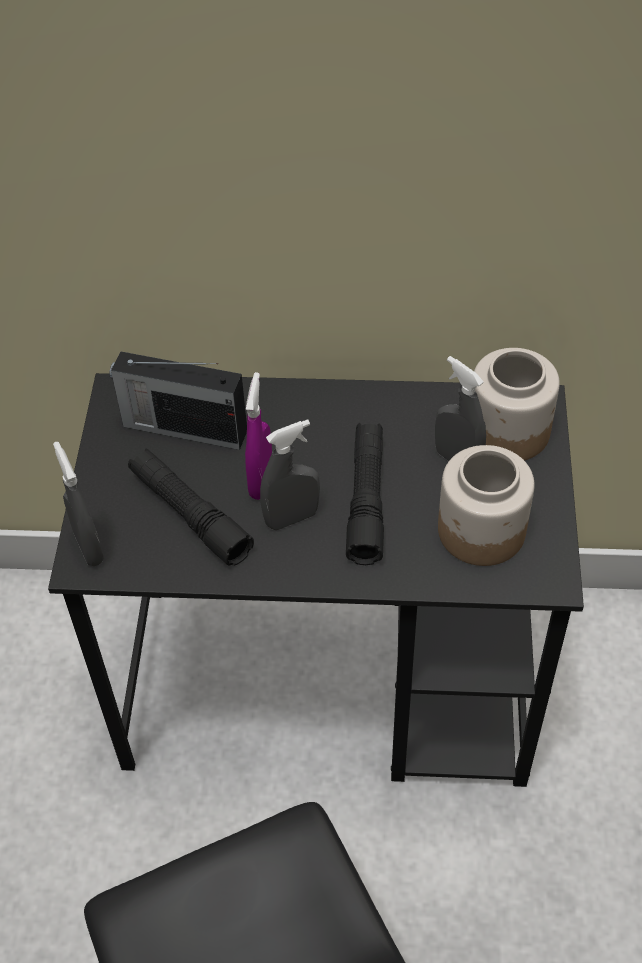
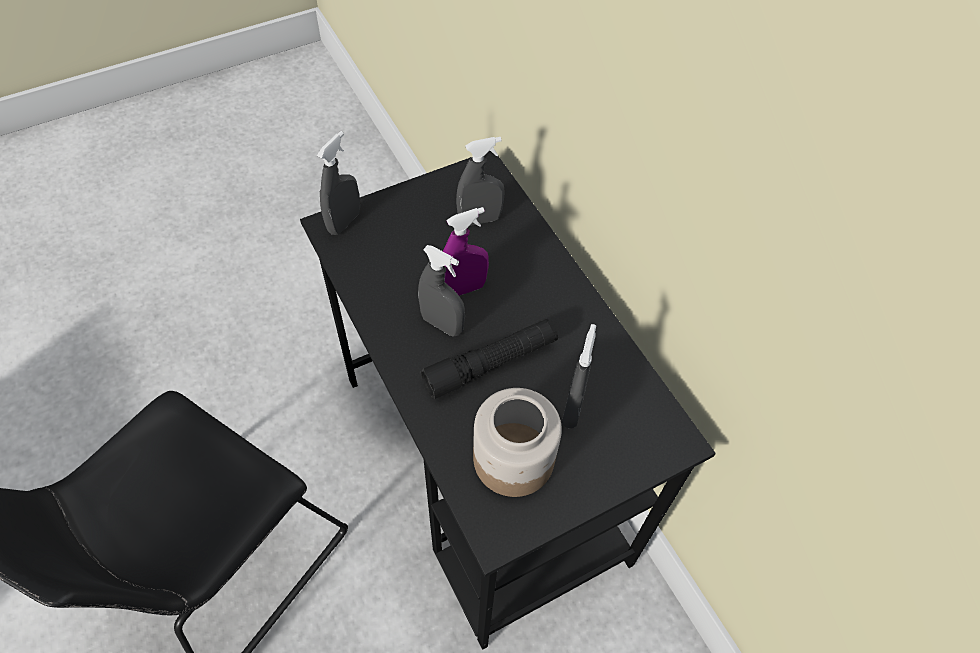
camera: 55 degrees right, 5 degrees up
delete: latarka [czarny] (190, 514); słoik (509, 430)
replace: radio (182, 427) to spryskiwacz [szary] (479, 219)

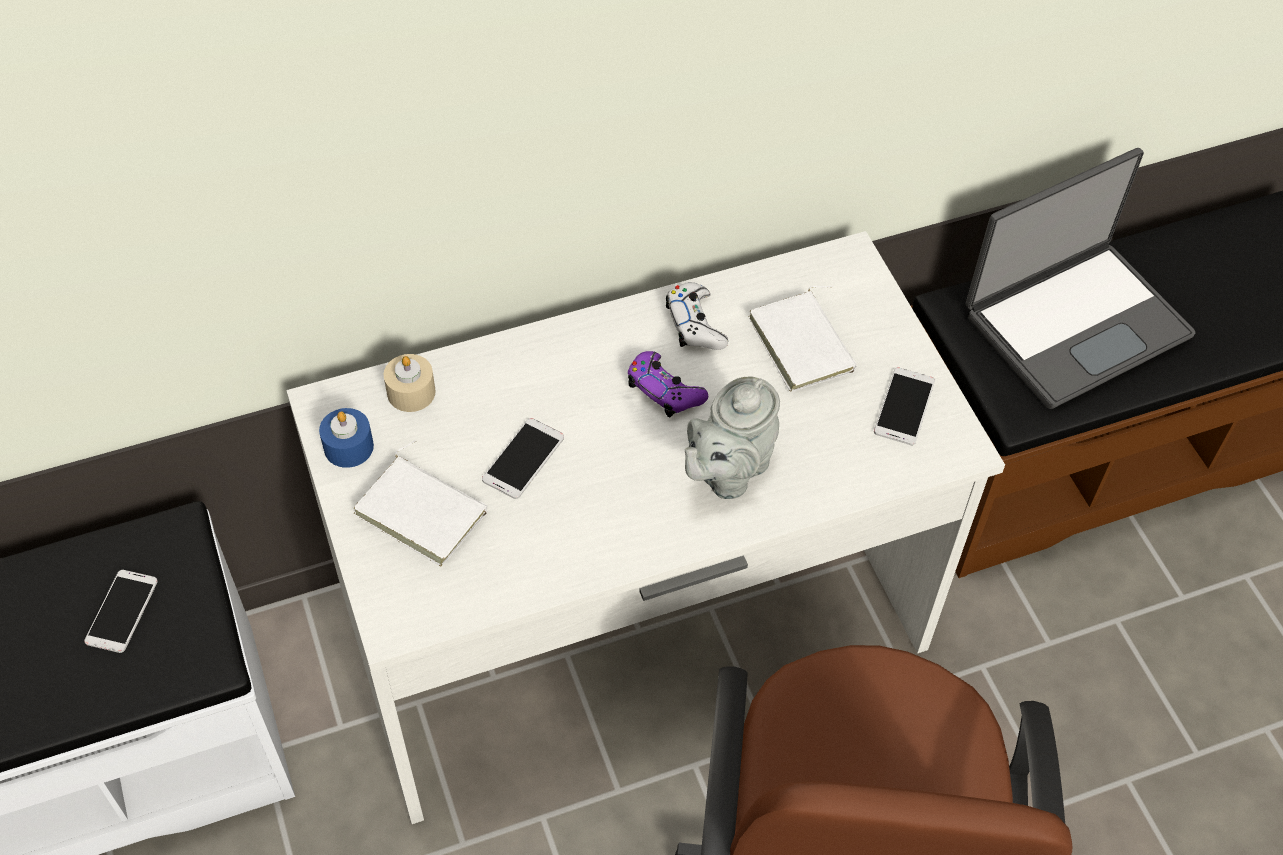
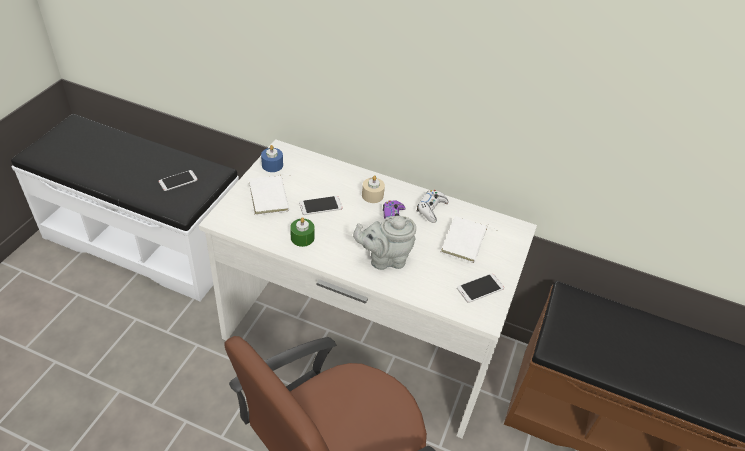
camera: 40 degrees right, 10 degrees down
delete: laptop (1074, 323)
insert: świeca [zielony] (302, 238)
move: świeca [beżowy] (411, 392) to (372, 195)

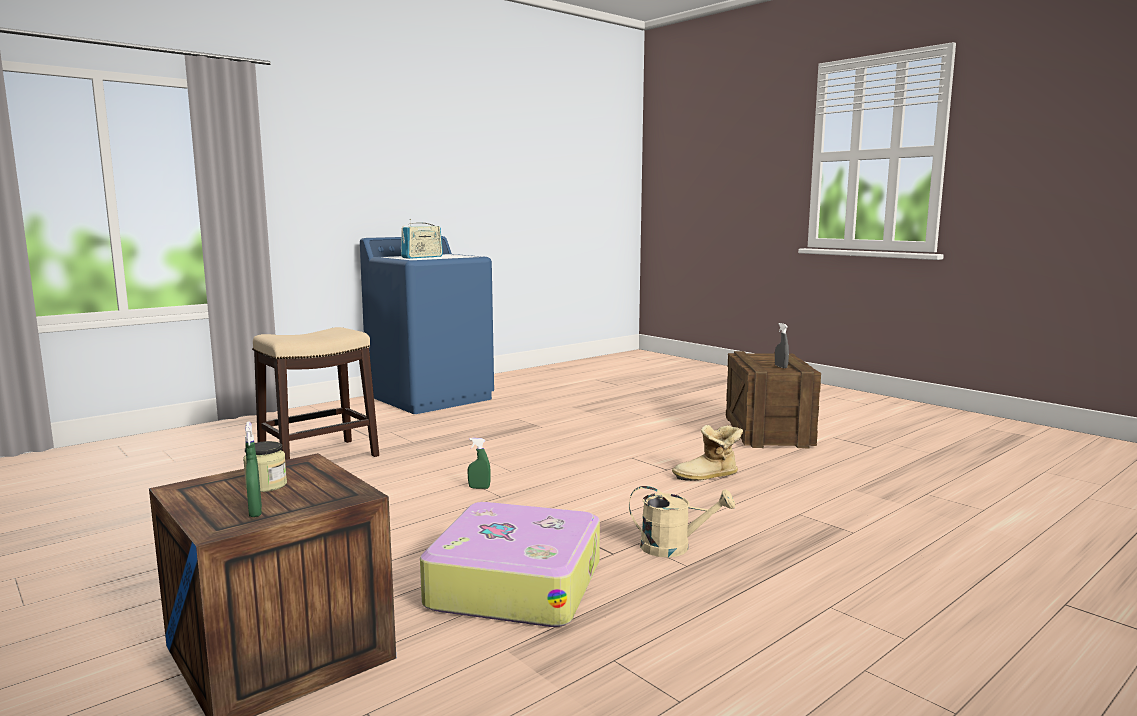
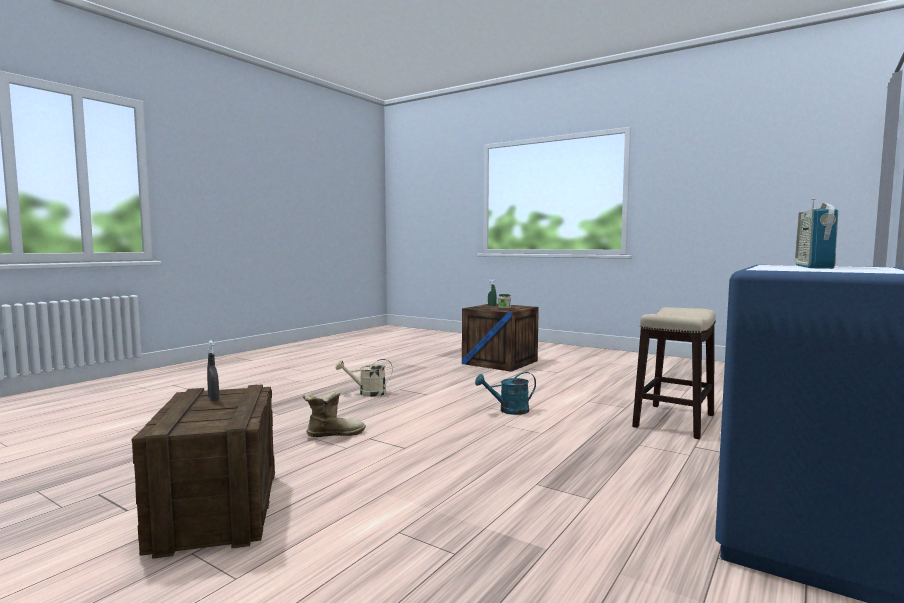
camera: 165 degrees right, 5 degrees down
delete: walizka (515, 583)
replace: spryskiwacz [zielony] (479, 488) to konewka [turkusowy] (508, 411)

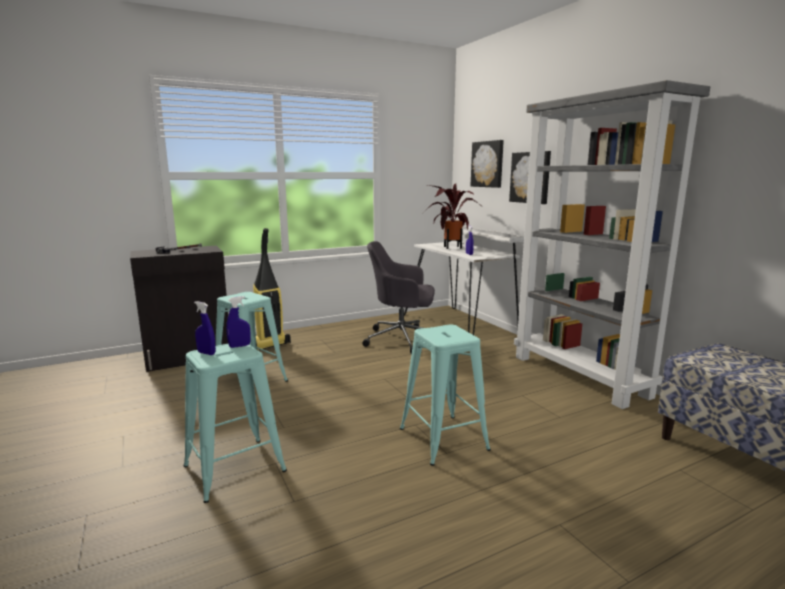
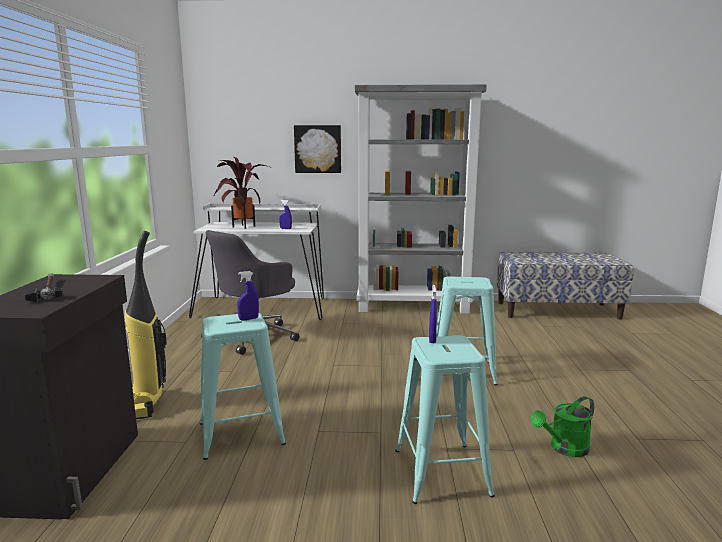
camera: 60 degrees left, 0 degrees up
delete: obraz (488, 164)
insert: konewka [zielony] (564, 449)
move: spryskiwacz [niebieski] (206, 353) to (248, 319)

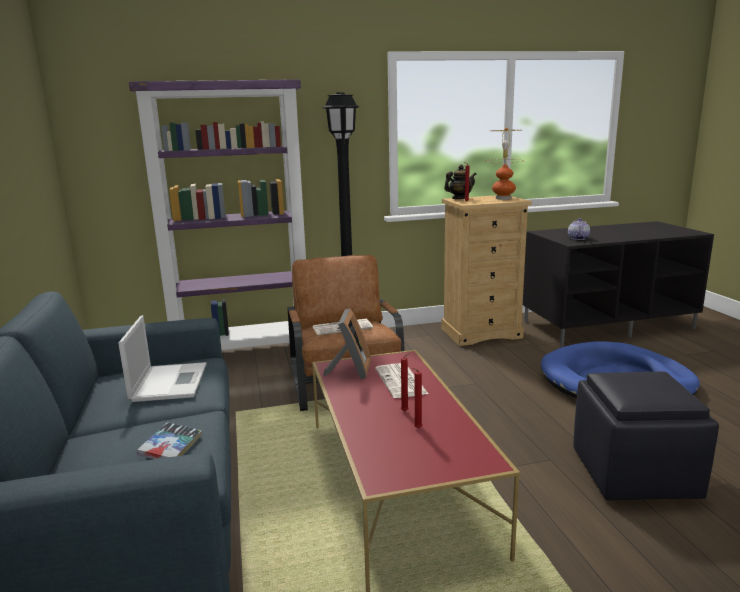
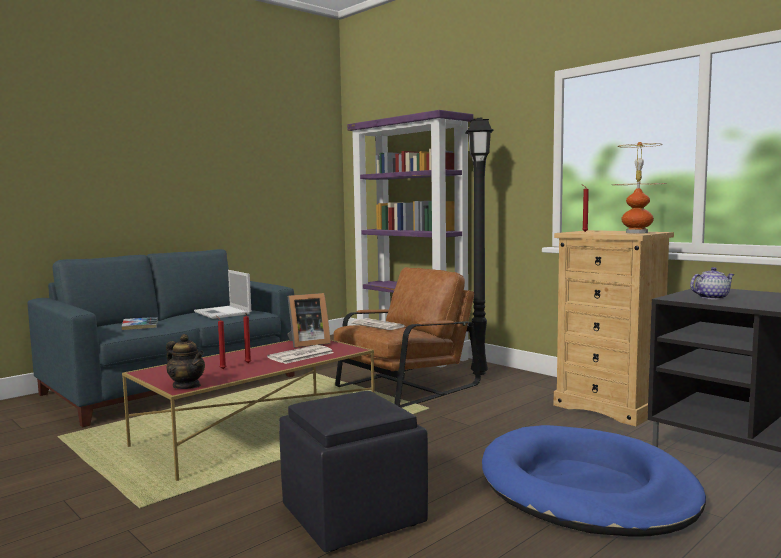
camera: 60 degrees right, 10 degrees down
move: imbryk (460, 199) to (187, 386)
rotate: laptop (169, 382) = (223, 313) 90 degrees clockwise

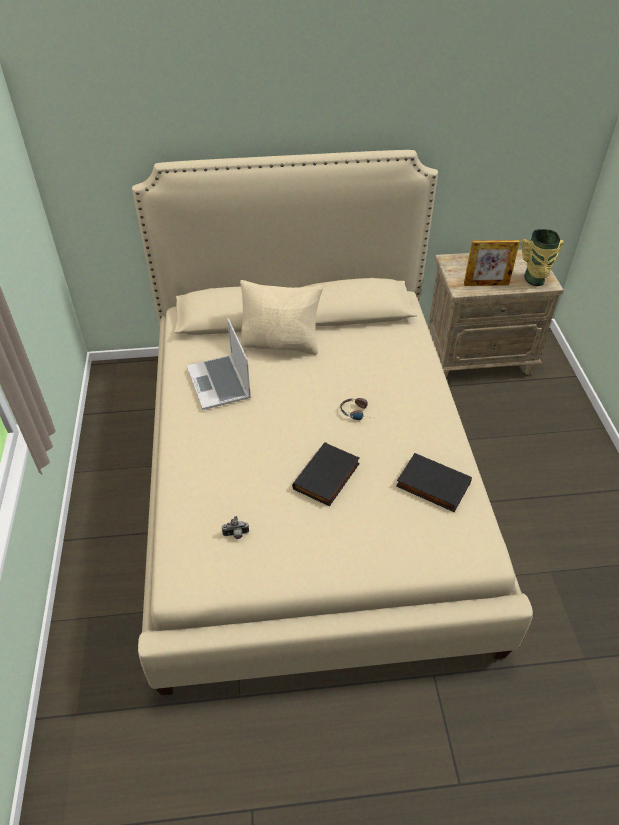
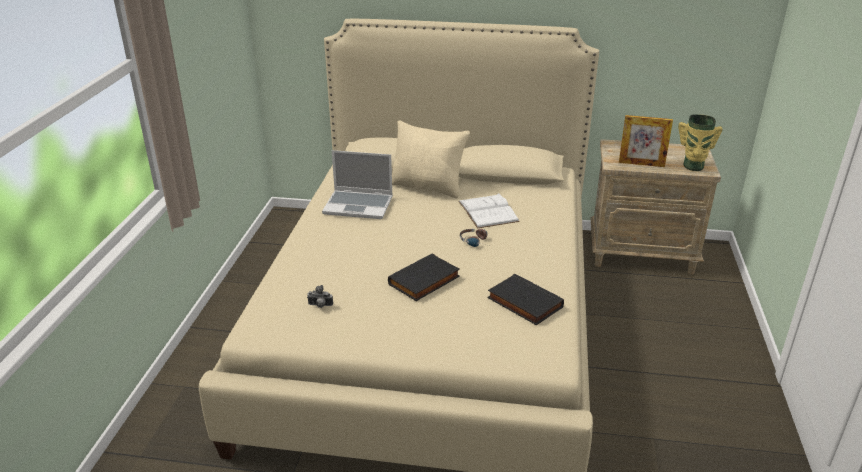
camera: 15 degrees right, 15 degrees down
insert: książka [biały] (488, 211)
rotate: laptop (220, 384) = (359, 205) 75 degrees counterclockwise

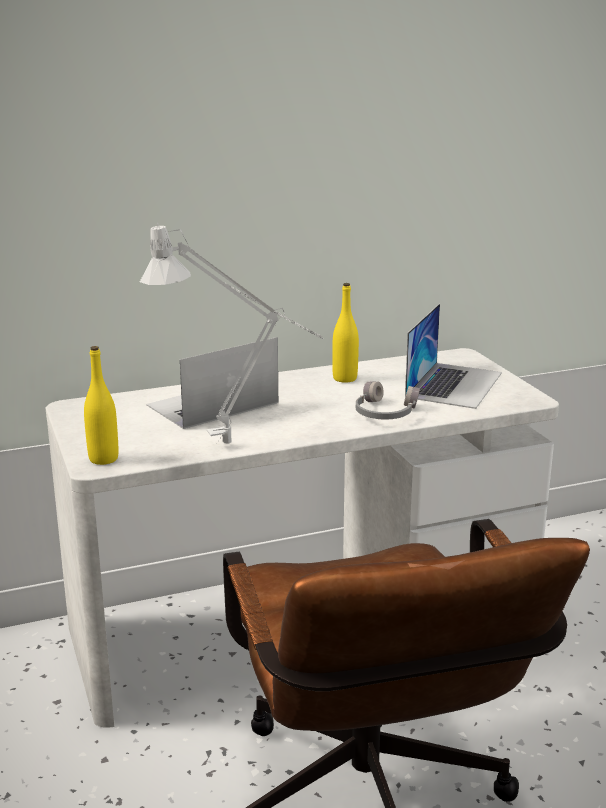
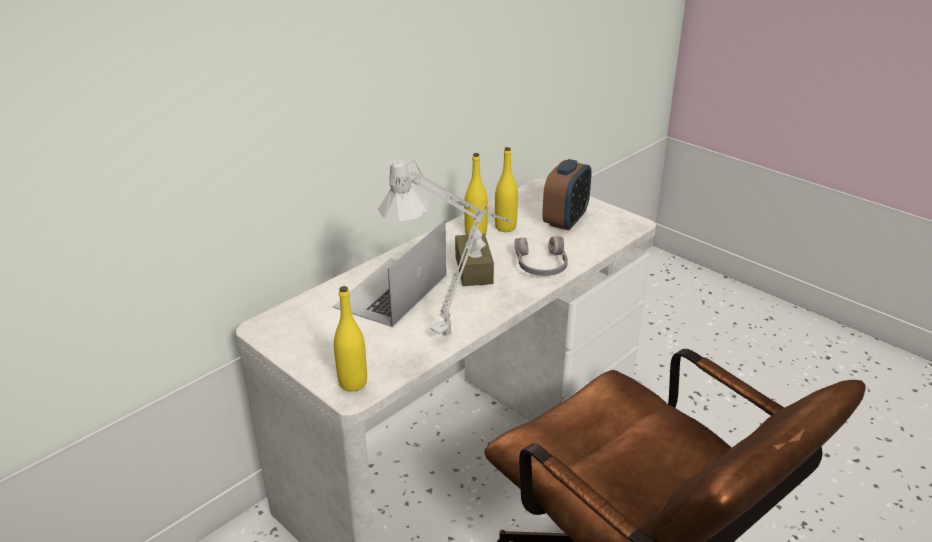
camera: 25 degrees left, 10 degrees up
insert: pudełko chusteczek [brązowy] (473, 270); butelka [żółty] (505, 227)
replace: laptop (454, 384) to budzik (565, 221)

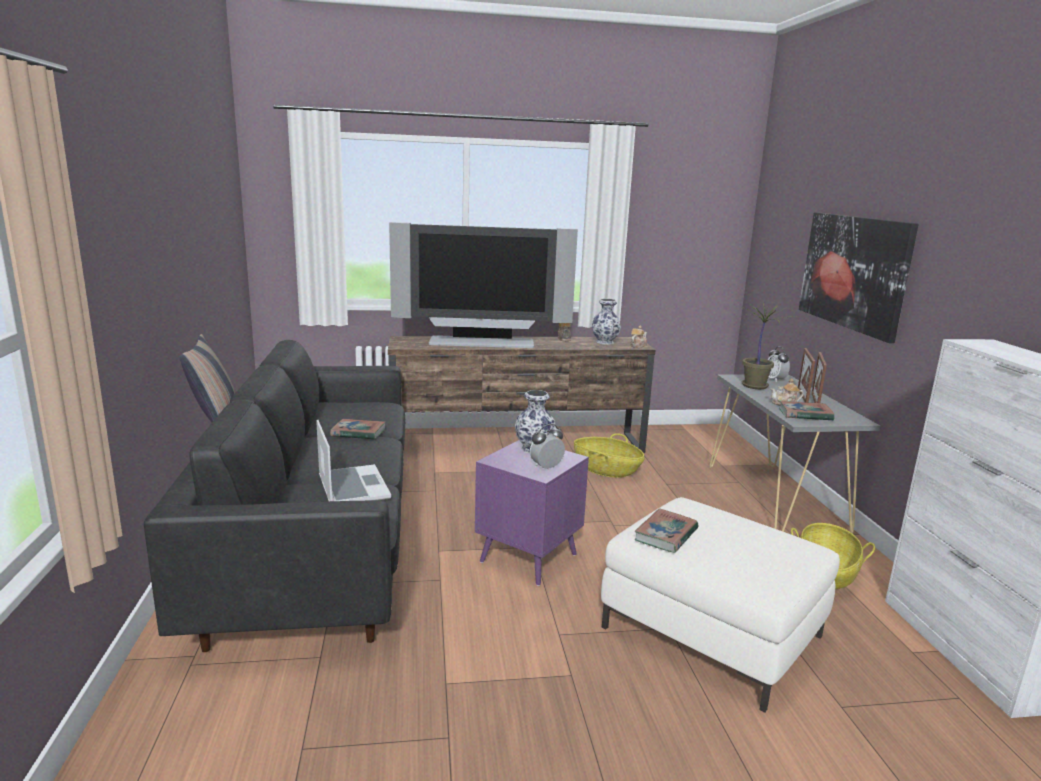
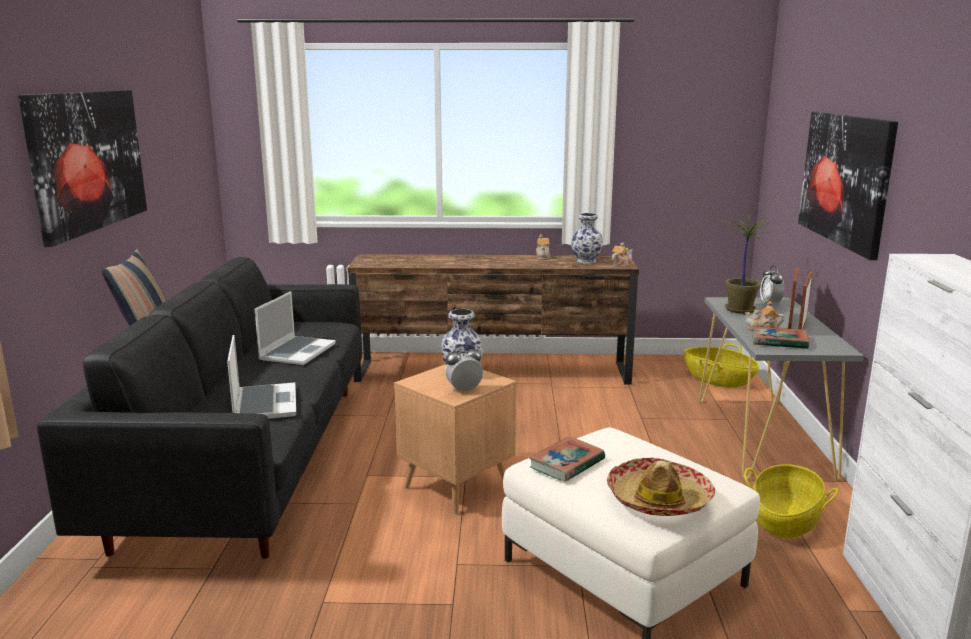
camera: 10 degrees right, 0 degrees up
delete: telewizor (482, 343)
insert: obraz (87, 161); kapelusz (659, 499)
move: koszyk (607, 469) to (718, 380)
replace: książka (358, 433) to laptop (297, 352)
recolor: stolik [fioletowy] (528, 558) to stolik [brązowy] (456, 487)

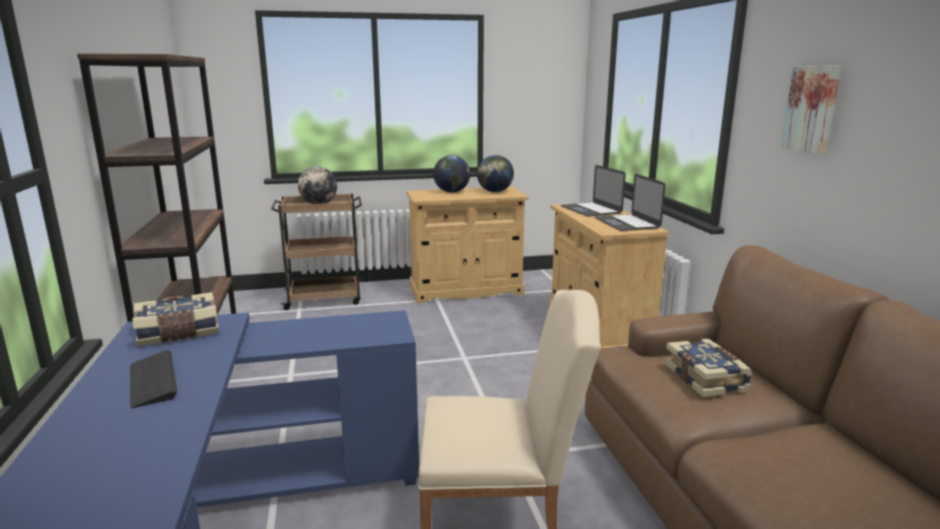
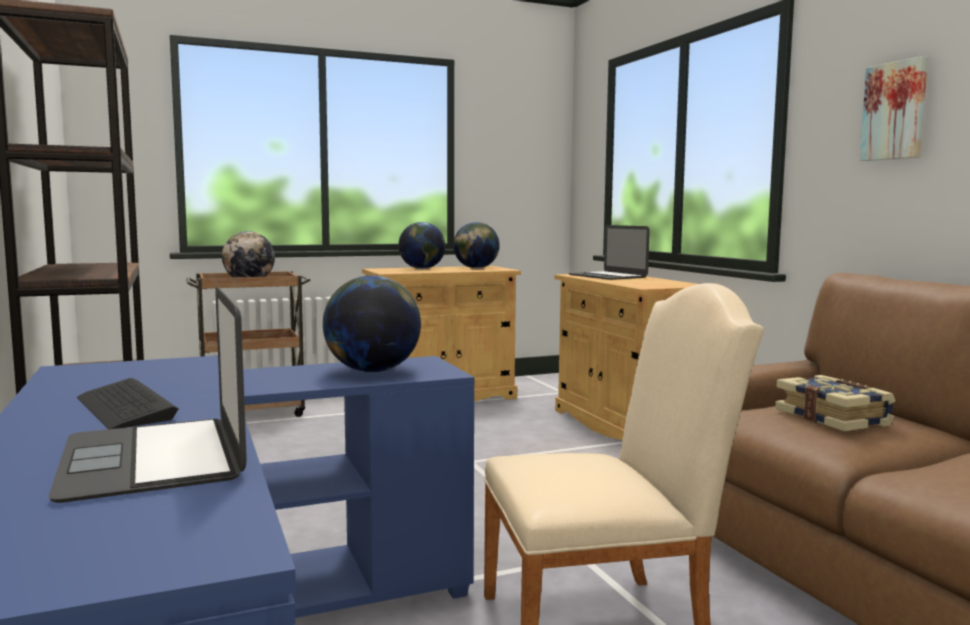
camera: 10 degrees left, 10 degrees down
delete: książka (178, 332)
insert: globus (372, 371)
move: laptop (627, 223) to (154, 457)

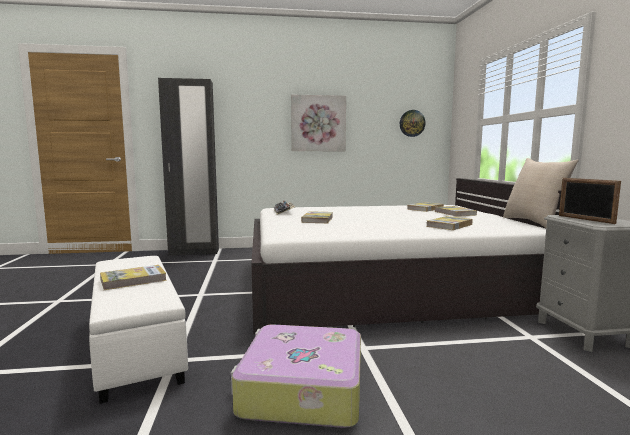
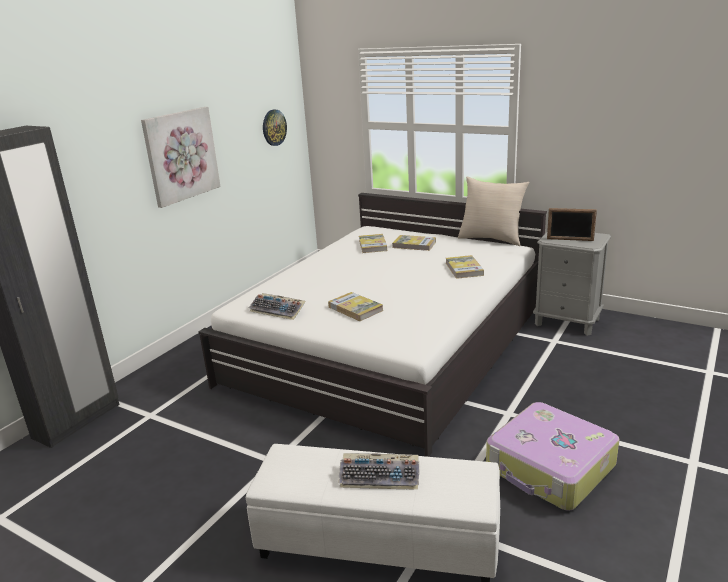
camera: 50 degrees left, 15 degrees up
replace: książka (133, 280) to klawiatura (381, 476)

